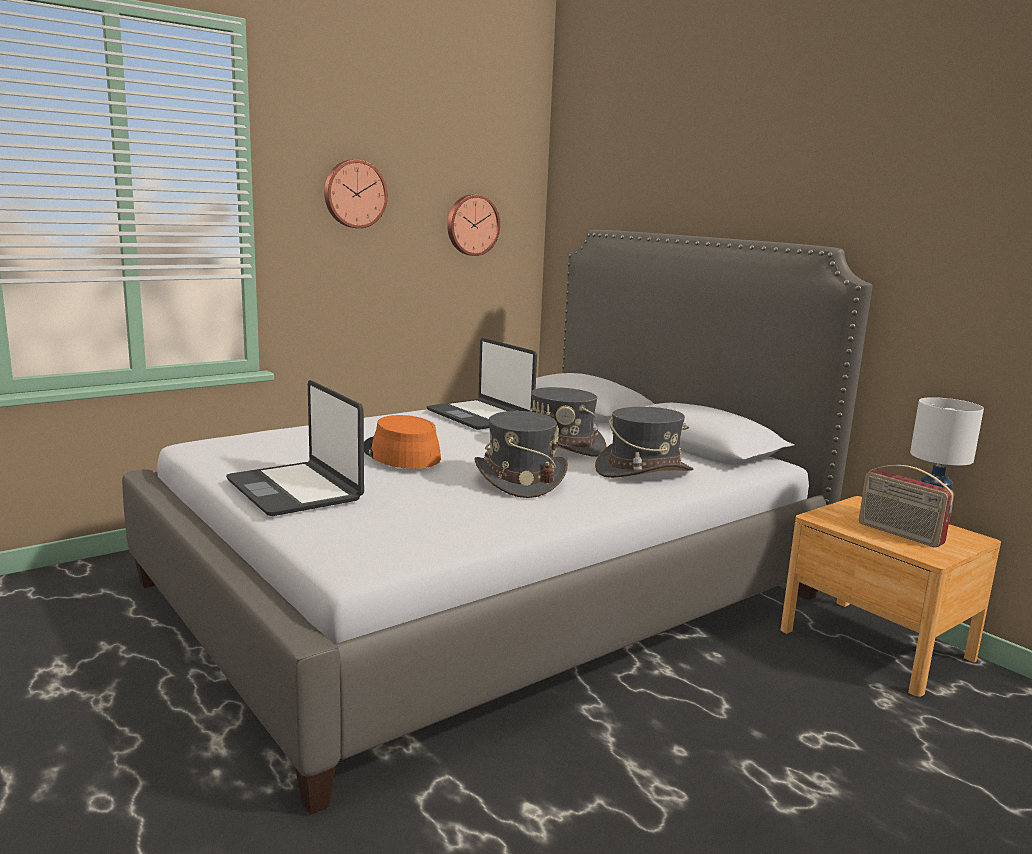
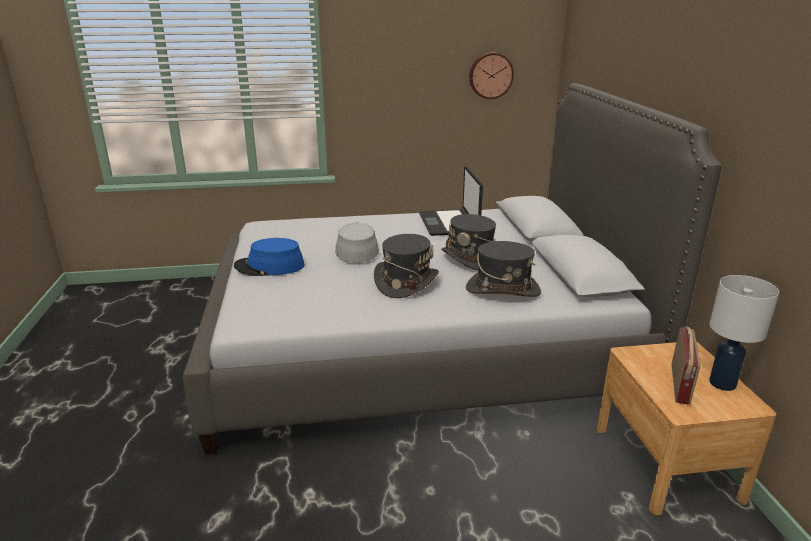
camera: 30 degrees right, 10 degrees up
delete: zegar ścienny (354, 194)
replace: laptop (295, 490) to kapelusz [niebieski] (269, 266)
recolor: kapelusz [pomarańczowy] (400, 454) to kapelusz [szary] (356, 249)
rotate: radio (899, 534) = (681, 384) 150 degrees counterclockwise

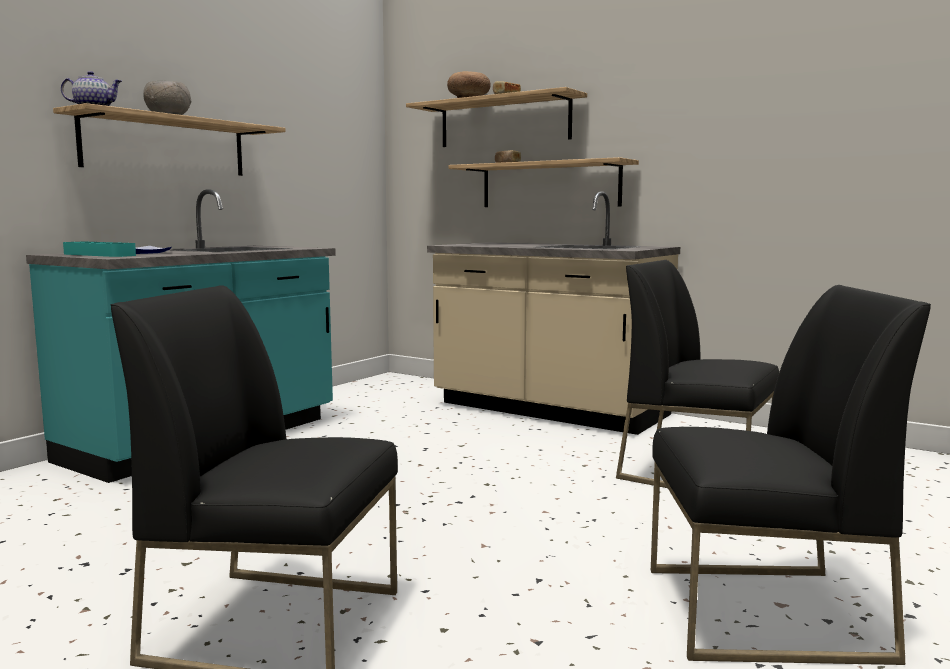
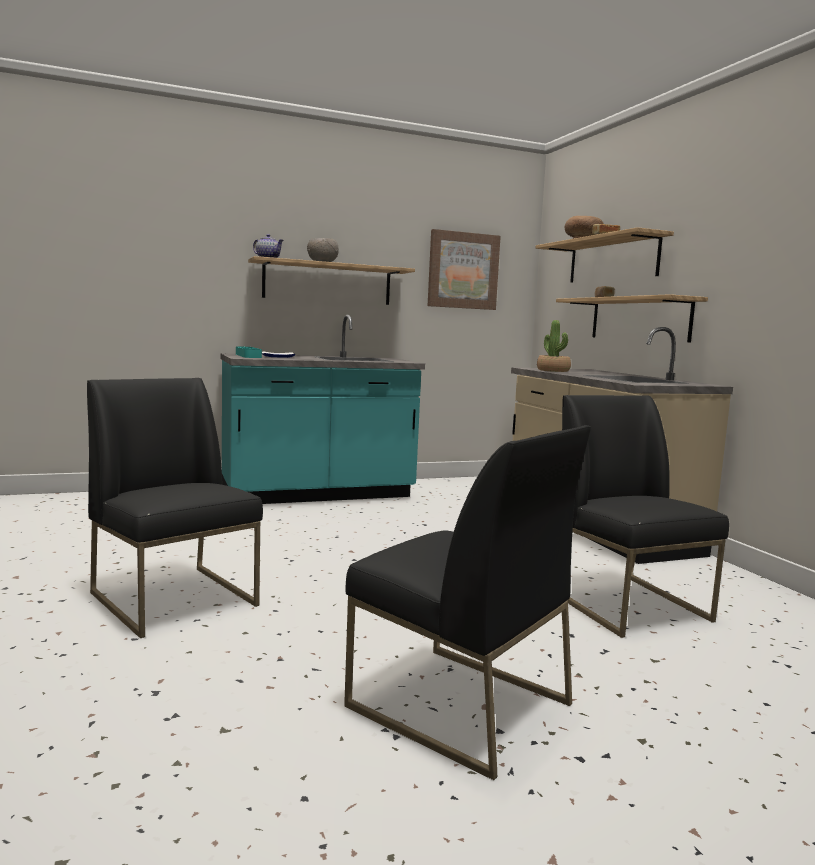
camera: 35 degrees right, 0 degrees up
insert: obraz (463, 270); roślina doniczkowa (553, 370)

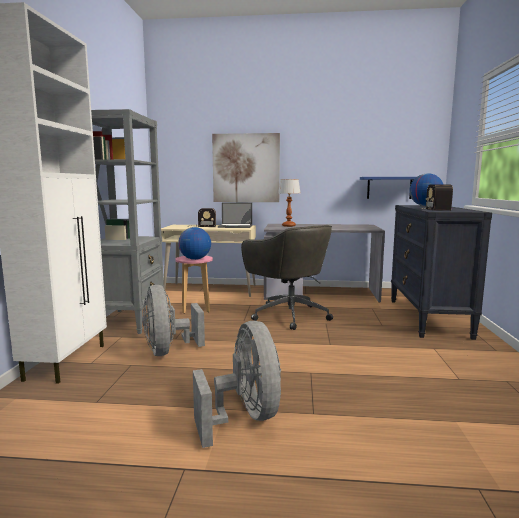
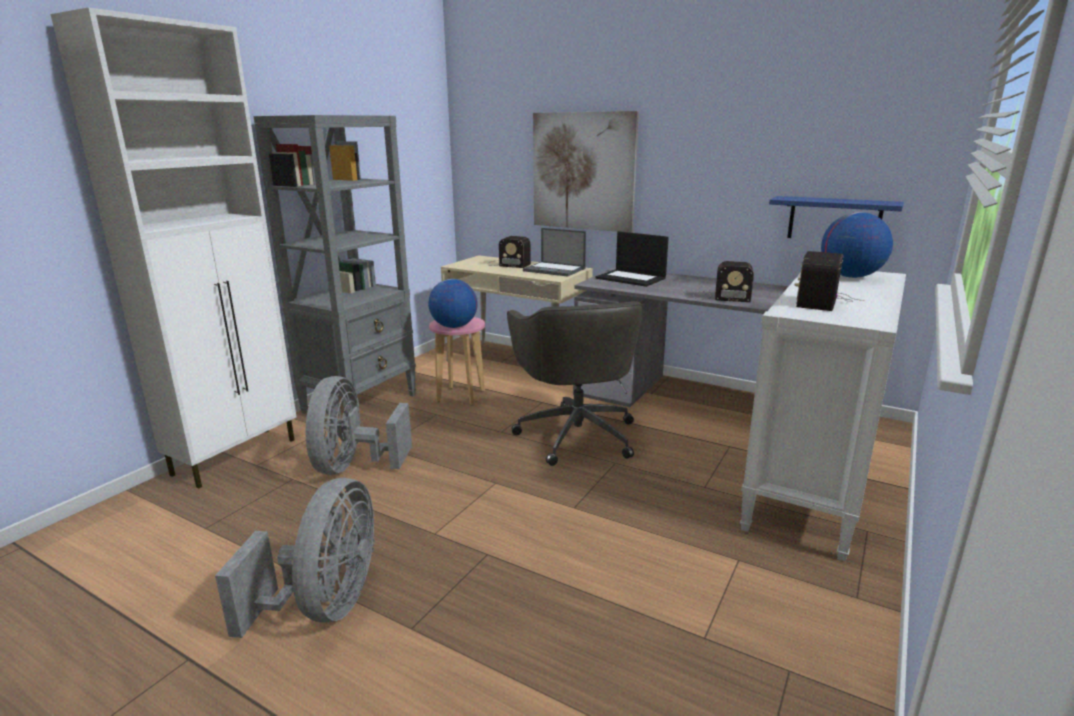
camera: 25 degrees right, 10 degrees up
insert: radio (719, 297)
replace: lampa stołowa (289, 226) to laptop (631, 278)
recolor: komoda [czarny] (428, 318) to komoda [biały] (810, 489)

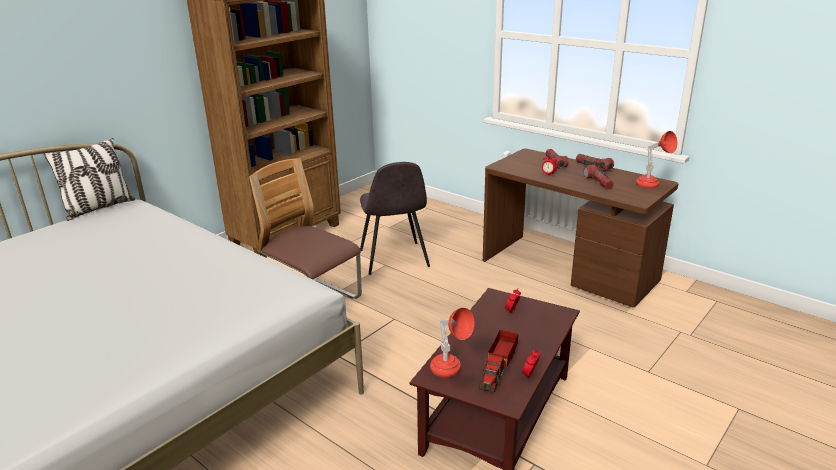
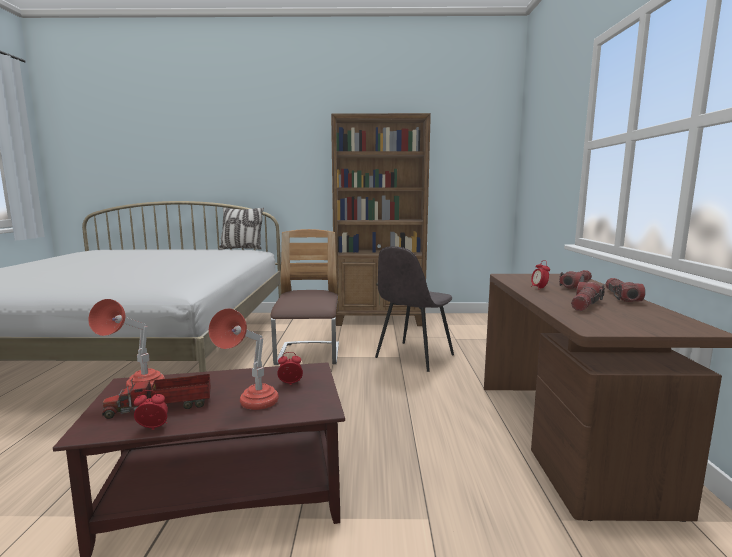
camera: 50 degrees right, 15 degrees down
move: lampa stołowa [czerwony] (651, 187) to (251, 406)

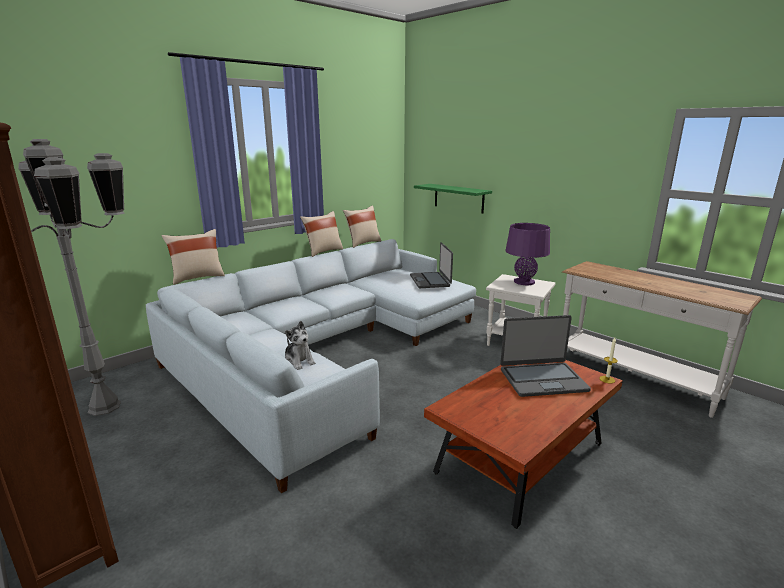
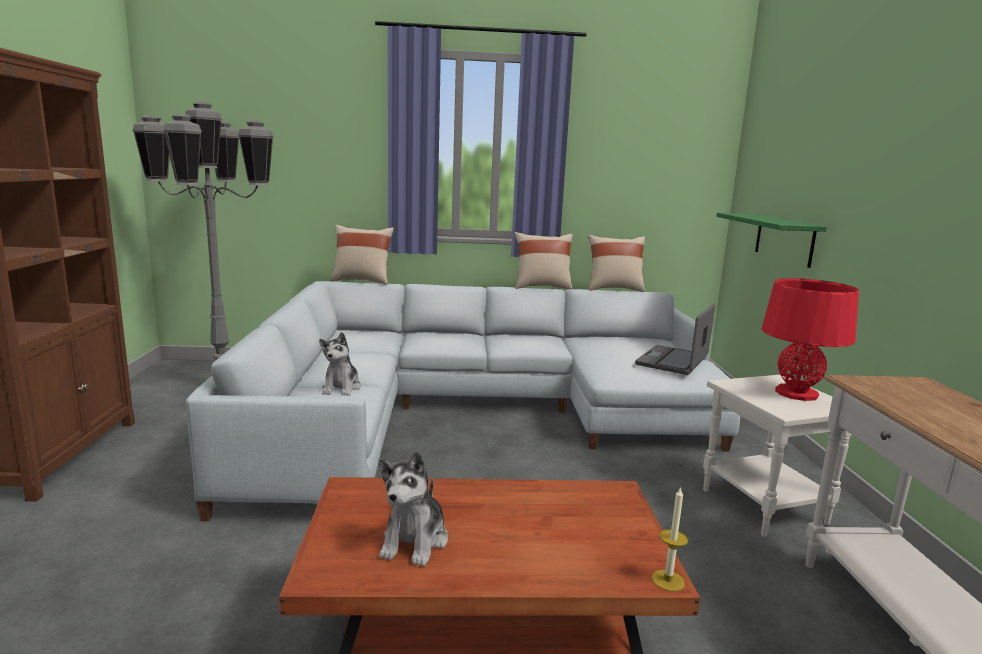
camera: 40 degrees right, 5 degrees down
delete: laptop (542, 379)
insert: pluszak (415, 541)
recolor: lampa stołowa [fioletowy] (524, 282) to lampa stołowa [czerwony] (796, 393)

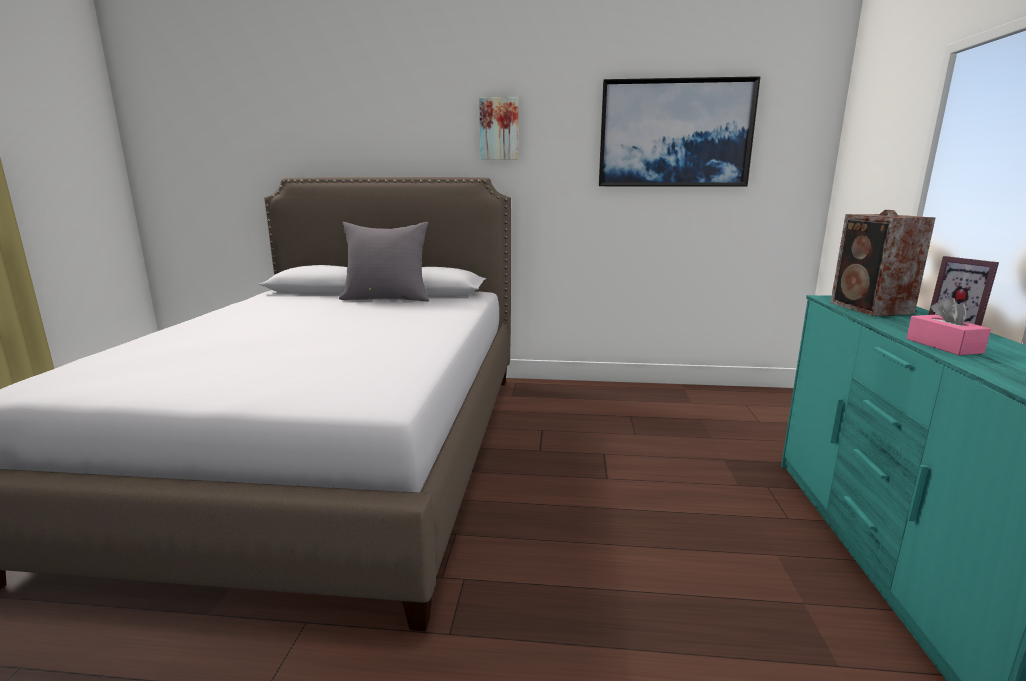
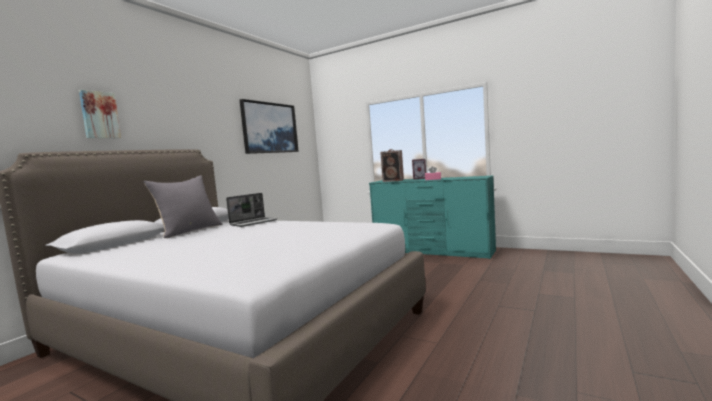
camera: 65 degrees left, 10 degrees down
insert: laptop (253, 222)
move: obraz (499, 129) to (99, 115)

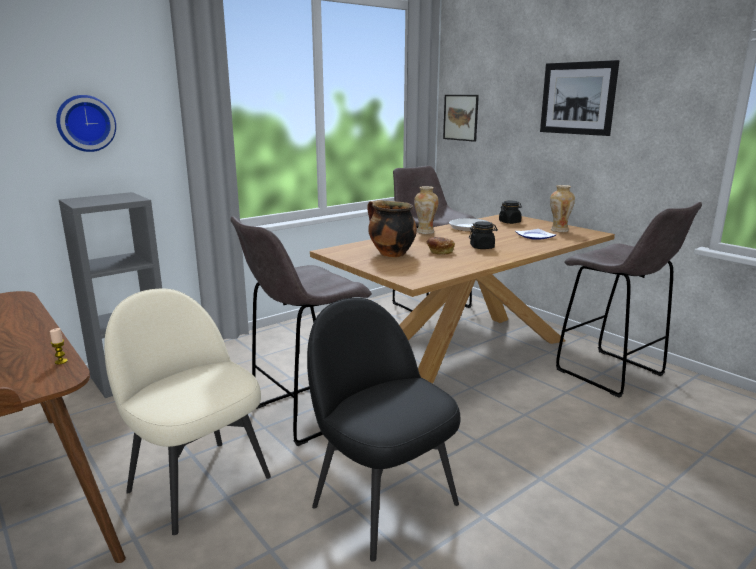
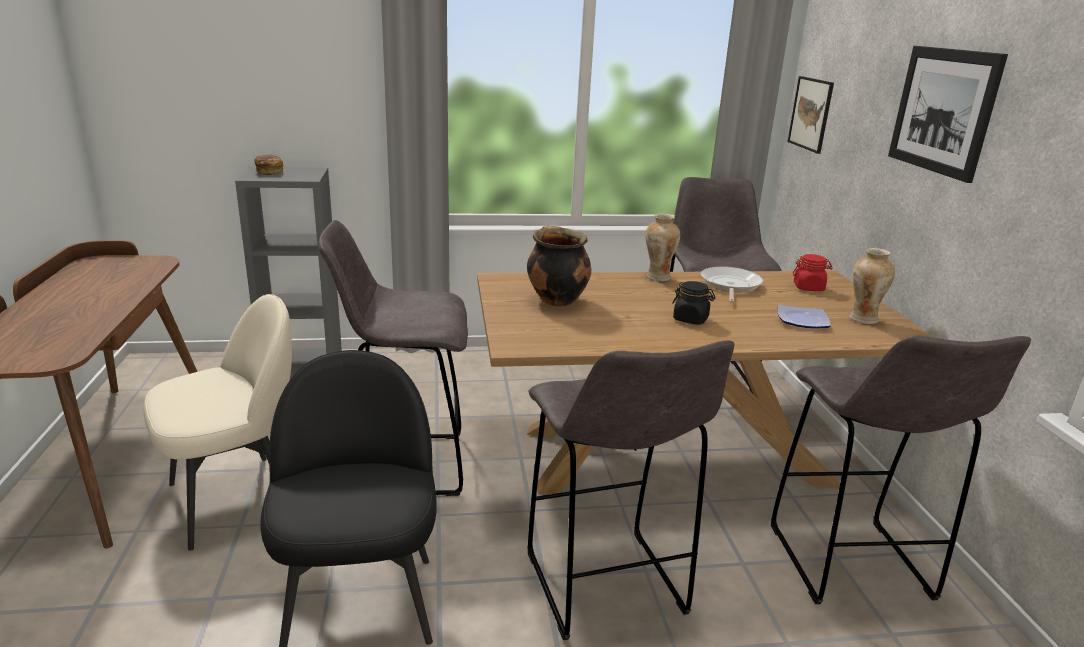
camera: 30 degrees right, 5 degrees up
delete: świeca (61, 361); zegar ścienny (85, 123)
insert: stołek [szary] (606, 587)
move: chleb (439, 252) to (269, 172)
recolor: słoik [czarny] (509, 222) to słoik [czerwony] (808, 287)
rotate: krzesło [beżowy] (197, 482) = (236, 498) 75 degrees clockwise

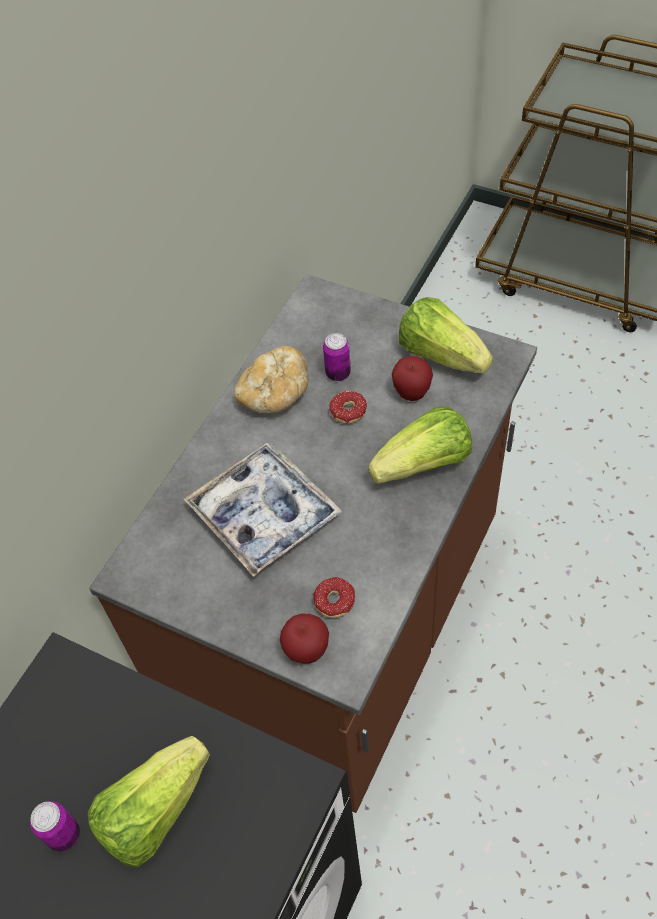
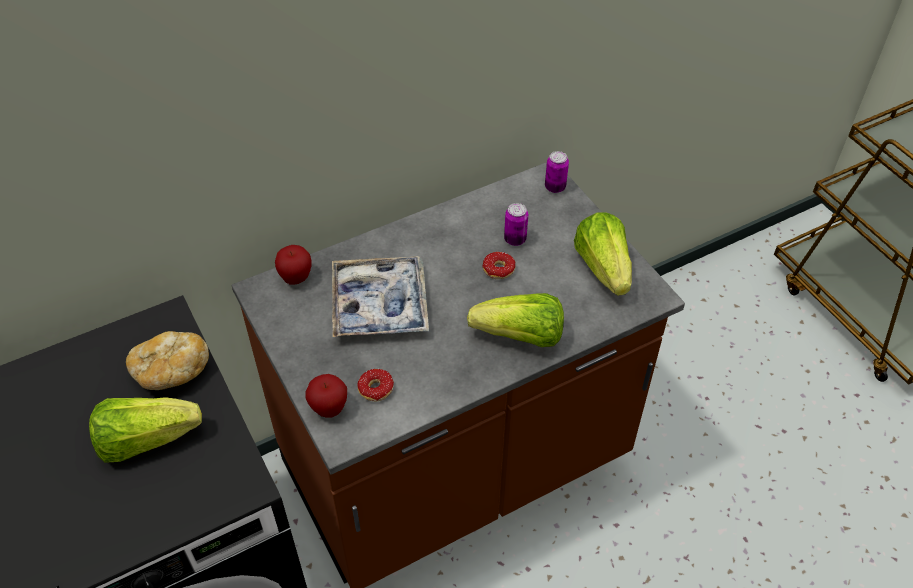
camera: 30 degrees right, 5 degrees down
move: chleb (275, 394) to (171, 371); jabłko (412, 393) to (296, 278); puszka (64, 834) to (555, 187)

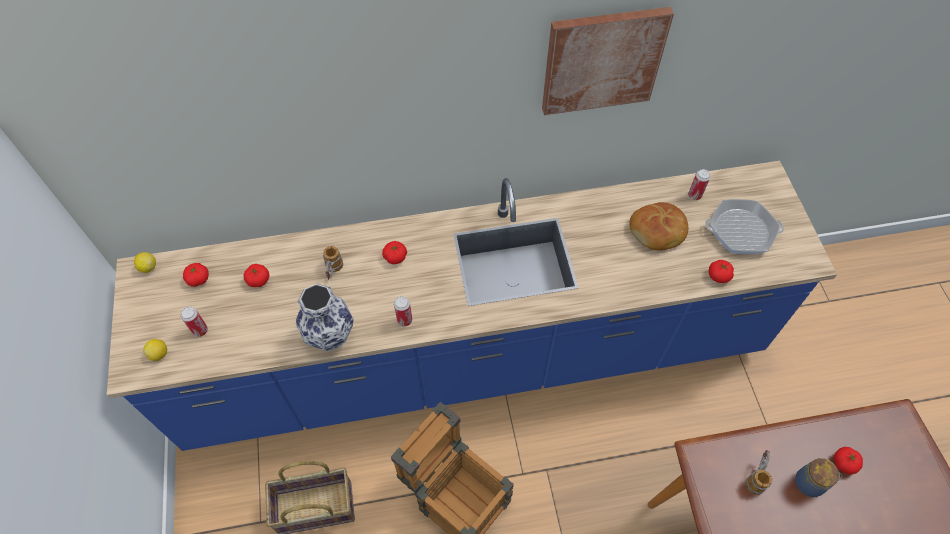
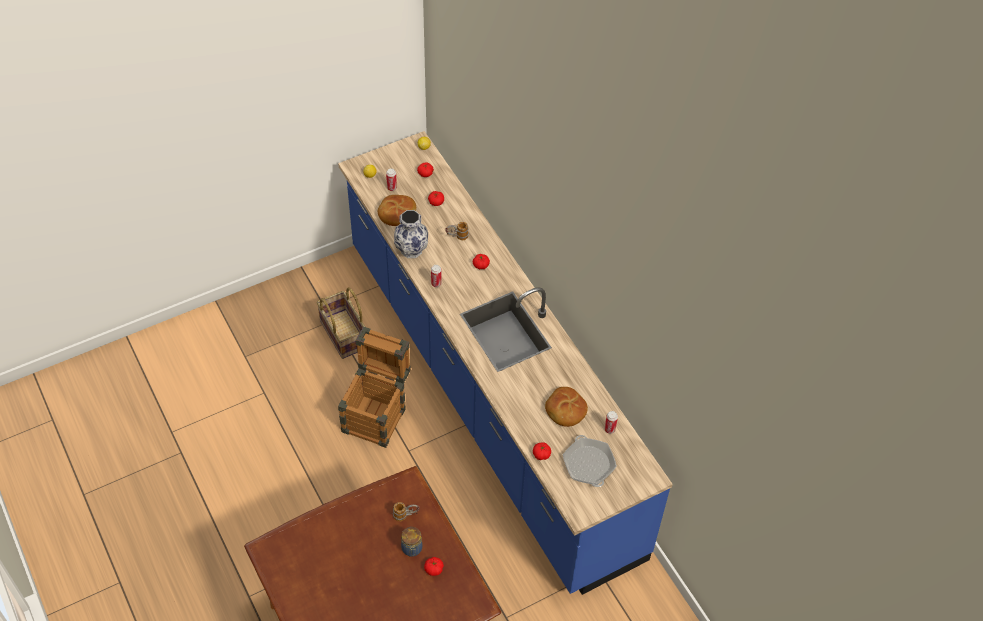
camera: 70 degrees right, 5 degrees down
delete: obraz (602, 60)
insert: chleb (396, 214)

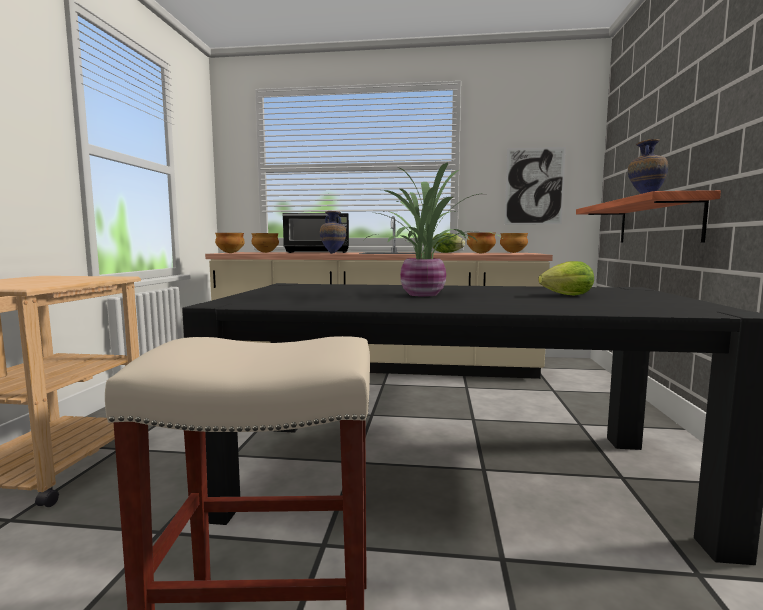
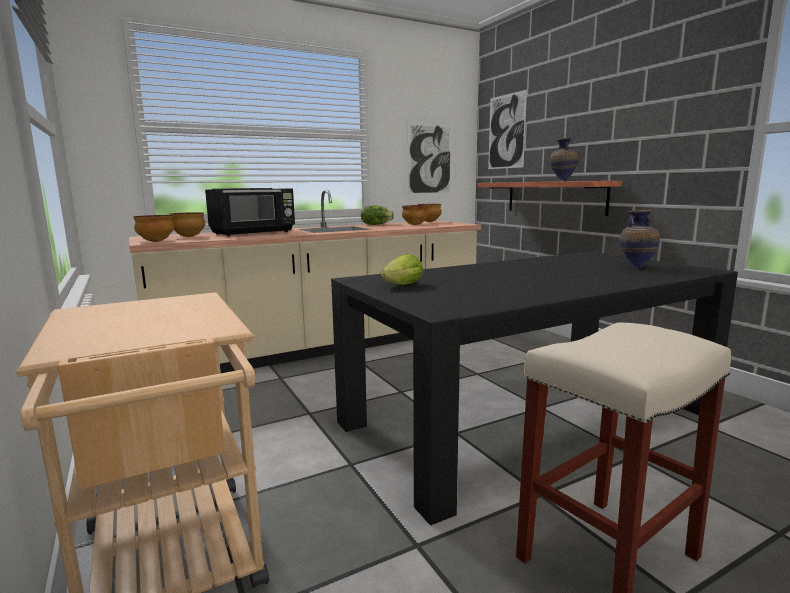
camera: 35 degrees left, 5 degrees up
delete: roślina doniczkowa (424, 295)
insert: obraz (506, 131)
move: sałata (564, 295) to (401, 285); wazon (333, 253) to (636, 267)

